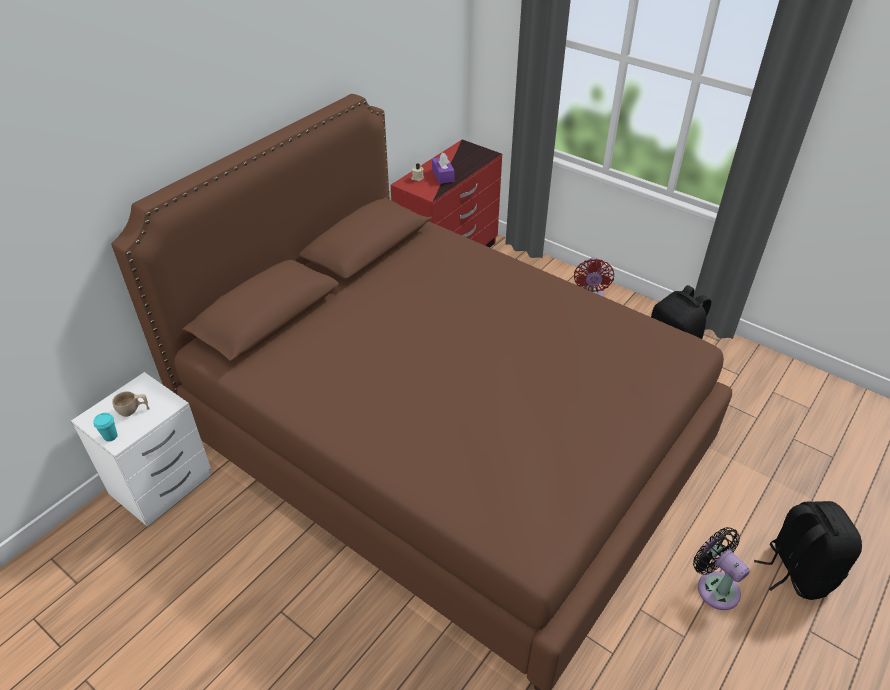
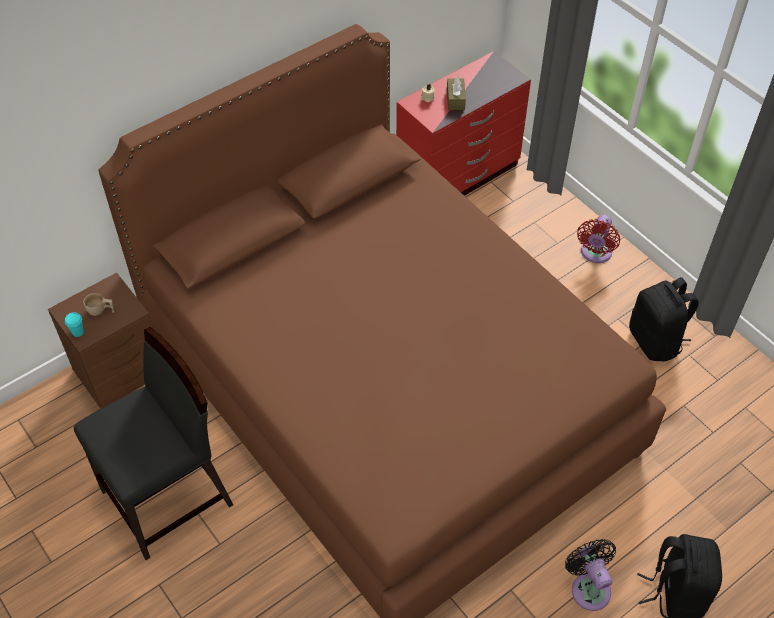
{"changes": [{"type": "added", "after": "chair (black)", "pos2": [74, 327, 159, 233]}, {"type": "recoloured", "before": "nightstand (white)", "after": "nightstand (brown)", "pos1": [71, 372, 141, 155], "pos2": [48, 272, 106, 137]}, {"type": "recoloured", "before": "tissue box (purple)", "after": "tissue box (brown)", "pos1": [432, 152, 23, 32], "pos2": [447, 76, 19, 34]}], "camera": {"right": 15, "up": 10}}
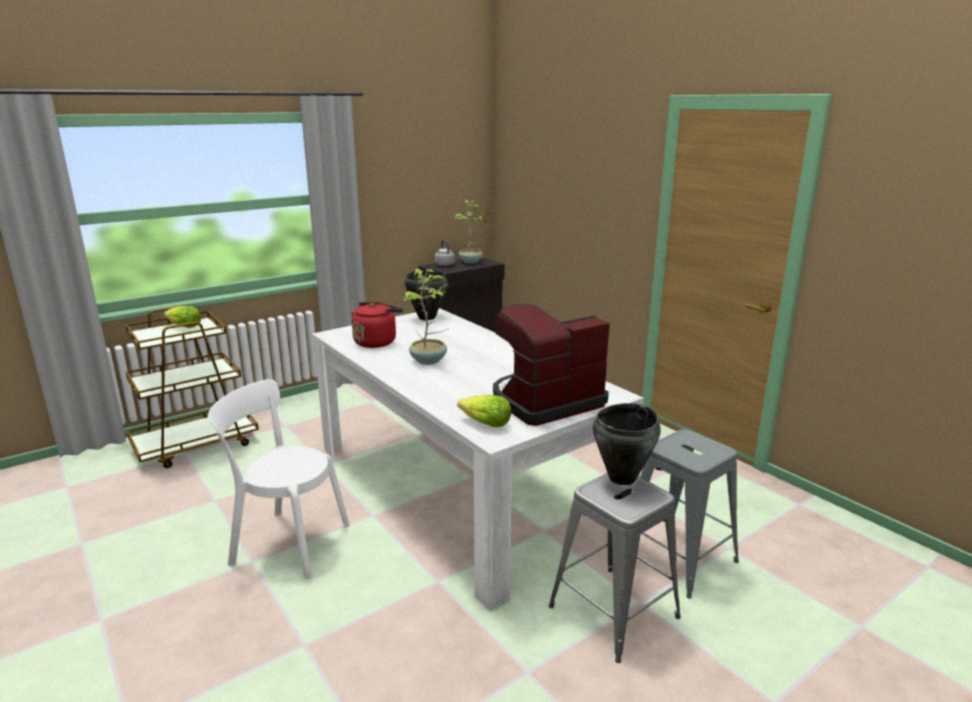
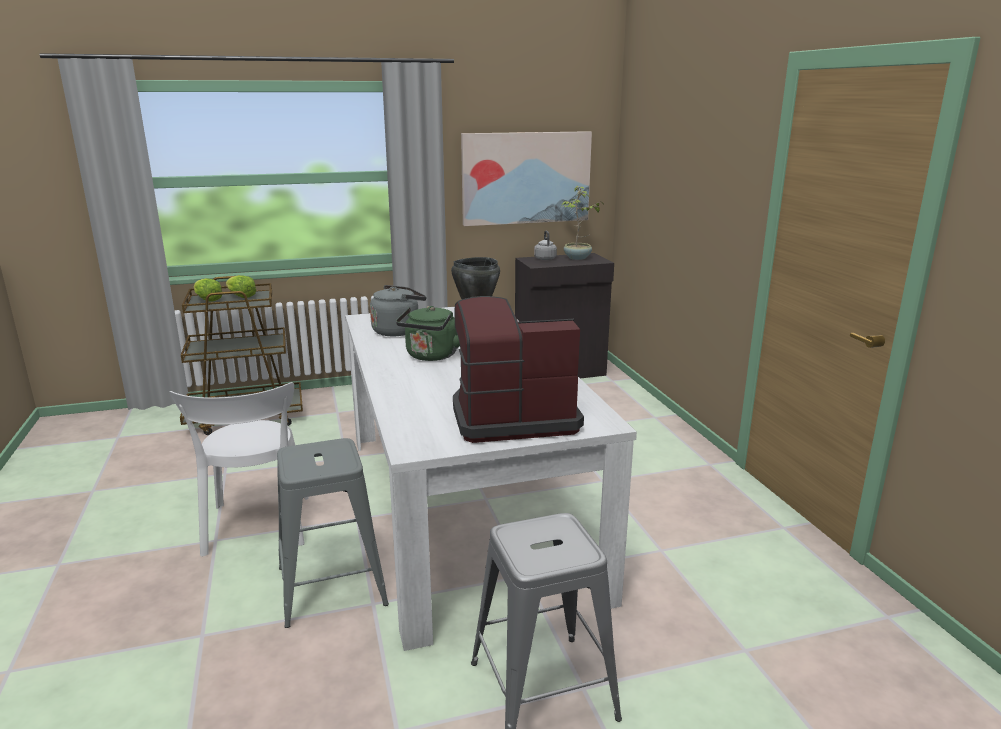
{"changes": [{"type": "removed", "before": "cooking pot (black)", "pos1": [593, 403, 68, 82]}, {"type": "added", "after": "picture", "pos2": [461, 131, 131, 95]}, {"type": "moved", "before": "lettuce", "pos1": [457, 395, 54, 32], "pos2": [194, 278, 28, 23]}, {"type": "moved", "before": "stool (grey)", "pos1": [641, 429, 98, 170], "pos2": [277, 438, 112, 190]}, {"type": "replaced", "before": "potted plant", "after": "kettle (green)", "pos1": [403, 269, 46, 96], "pos2": [396, 306, 64, 55]}, {"type": "recoloured", "before": "kettle (red)", "after": "kettle (grey)", "pos1": [351, 302, 52, 46], "pos2": [370, 285, 56, 51]}, {"type": "turned", "before": "chair (white)", "pos1": [208, 379, 141, 200], "pos2": [170, 382, 138, 175], "turn": -135}], "camera": {"right": 20, "up": 0}}
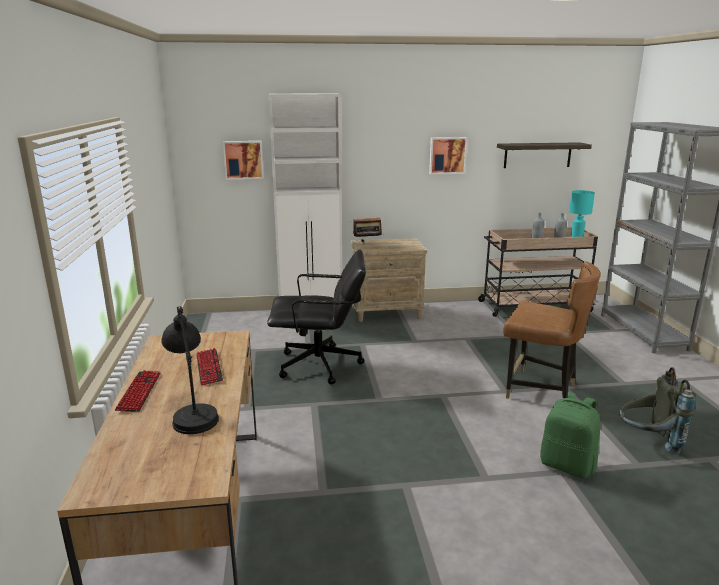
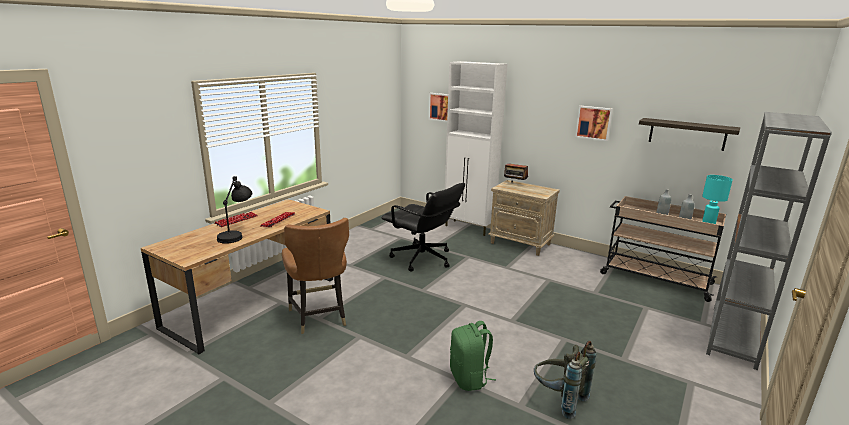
{"changes": [{"type": "moved", "before": "chair (brown)", "pos1": [503, 261, 98, 138], "pos2": [282, 218, 67, 116]}], "camera": {"right": 40, "up": 0}}
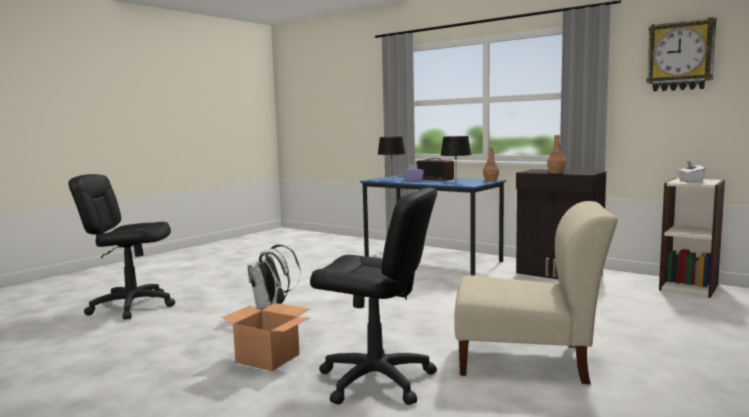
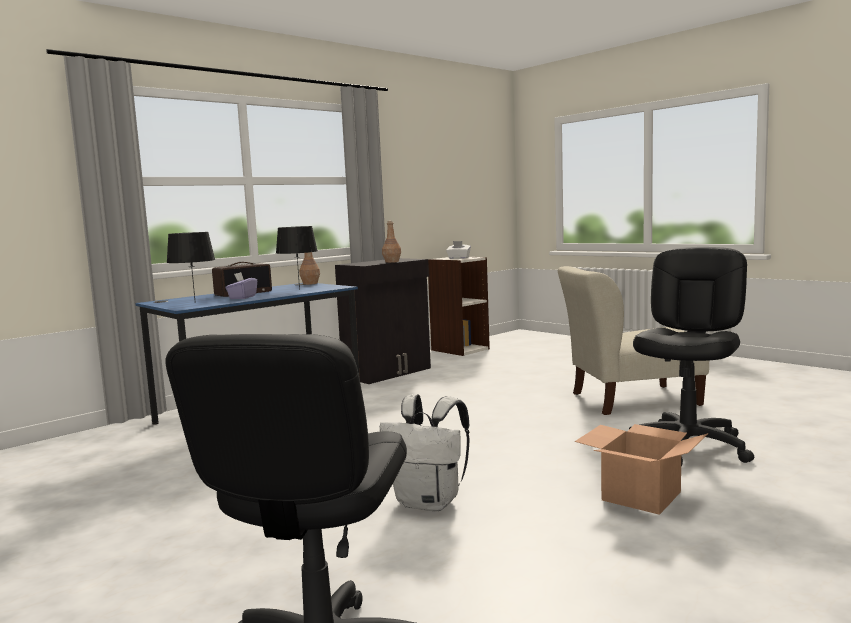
{"changes": [{"type": "removed", "before": "wall clock", "pos1": [646, 17, 70, 74]}, {"type": "turned", "before": "chair (beige)", "pos1": [454, 201, 163, 183], "pos2": [558, 266, 151, 149], "turn": -120}], "camera": {"right": -80, "up": 0}}
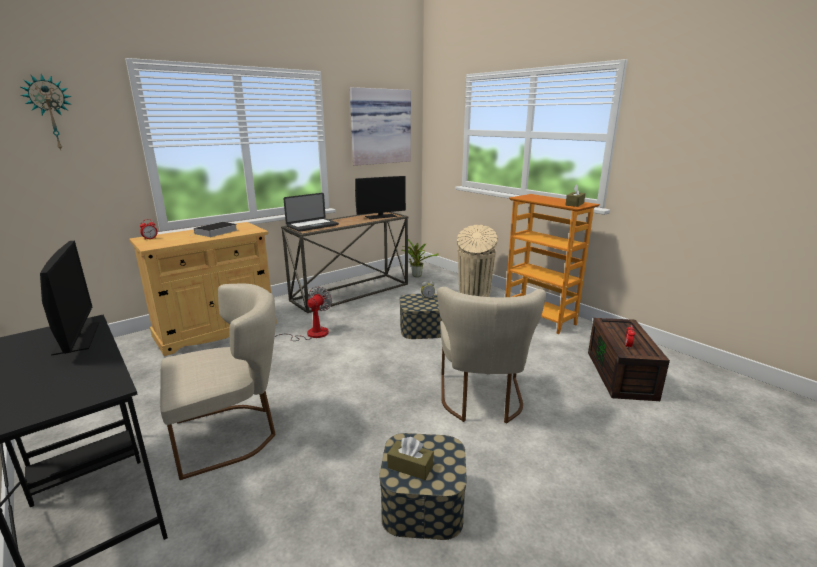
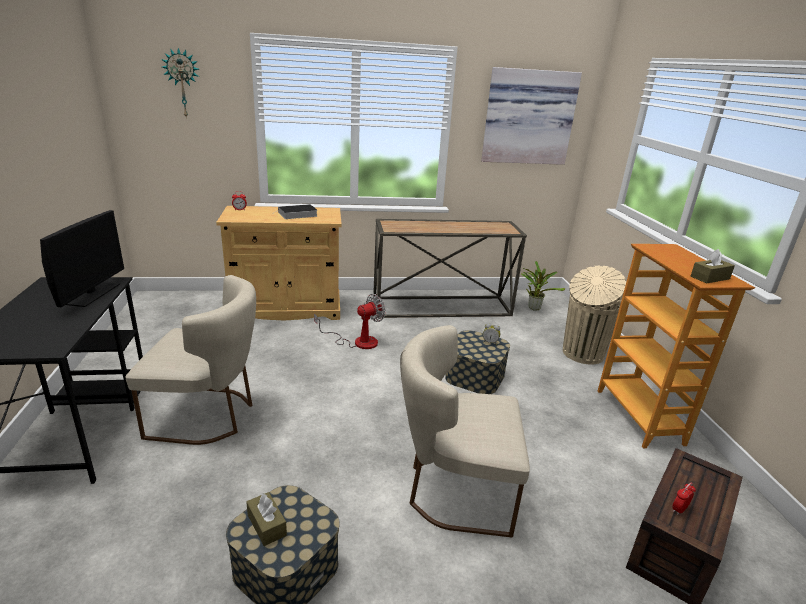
{"changes": [{"type": "removed", "before": "laptop", "pos1": [283, 193, 56, 39]}, {"type": "removed", "before": "monitor", "pos1": [355, 176, 51, 43]}, {"type": "turned", "before": "chair (beige)", "pos1": [437, 287, 109, 137], "pos2": [400, 325, 130, 212], "turn": 60}], "camera": {"right": 30, "up": 5}}
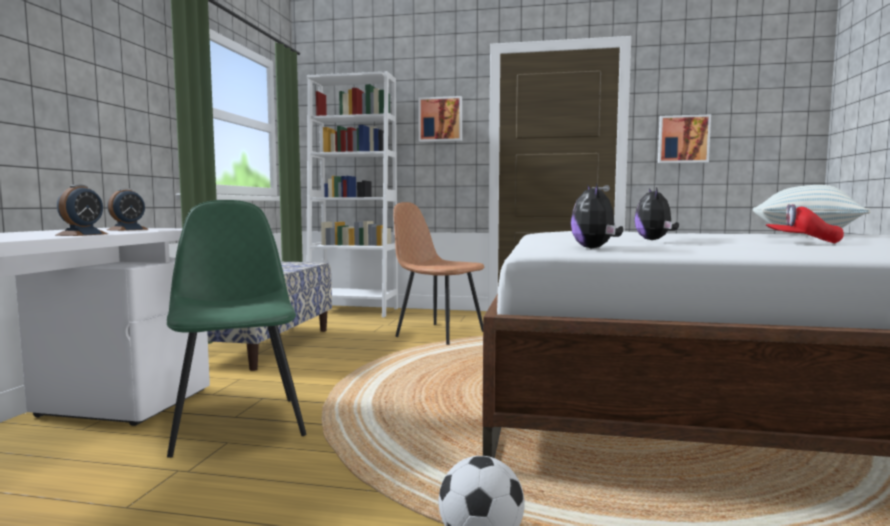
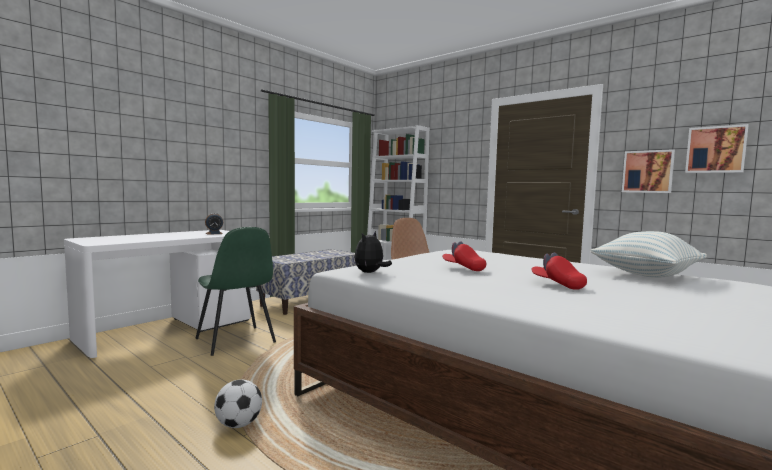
{"changes": [{"type": "removed", "before": "alarm clock", "pos1": [55, 184, 53, 52]}, {"type": "moved", "before": "picture", "pos1": [418, 96, 44, 46], "pos2": [685, 124, 64, 49]}, {"type": "replaced", "before": "plush toy", "after": "cap (red)", "pos1": [634, 187, 45, 53], "pos2": [442, 241, 44, 30]}, {"type": "turned", "before": "chair (green)", "pos1": [167, 200, 140, 258], "pos2": [195, 227, 81, 129], "turn": 135}], "camera": {"right": 30, "up": 0}}
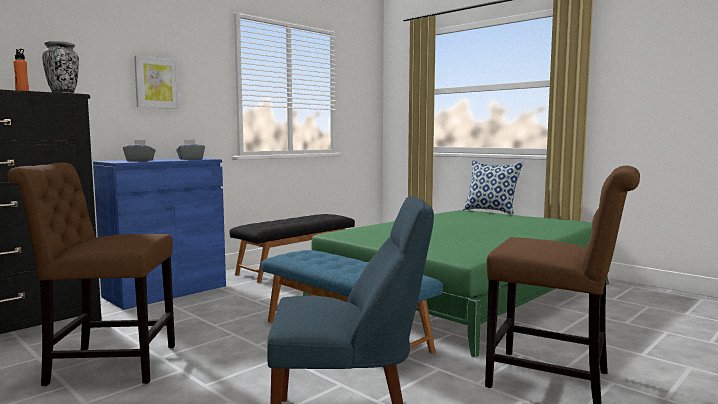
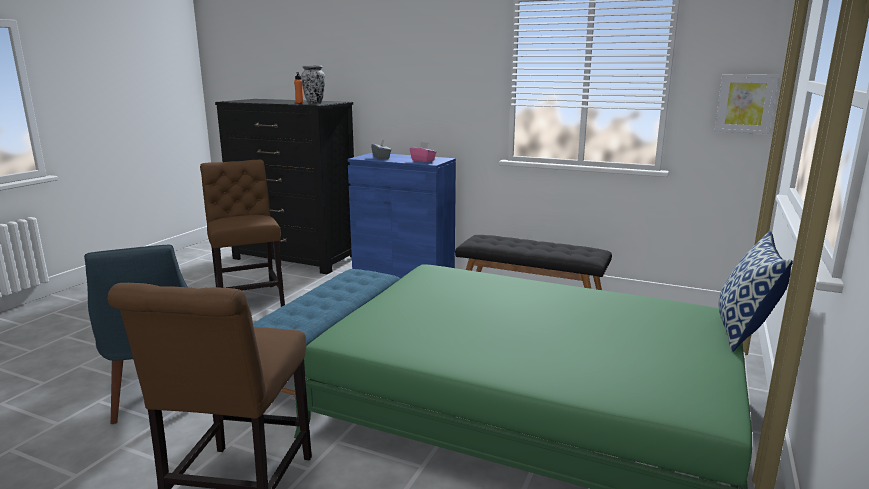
{"changes": [{"type": "moved", "before": "picture", "pos1": [134, 55, 46, 54], "pos2": [714, 74, 64, 60]}, {"type": "recoloured", "before": "tissue box (grey)", "after": "tissue box (pink)", "pos1": [176, 140, 29, 20], "pos2": [410, 142, 27, 20]}], "camera": {"right": 70, "up": 10}}
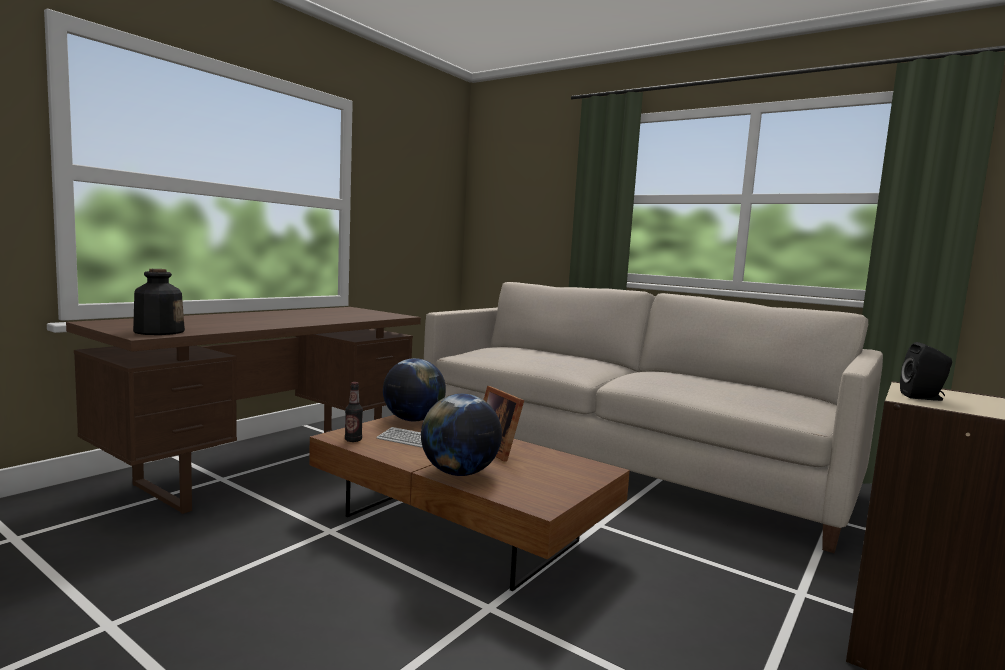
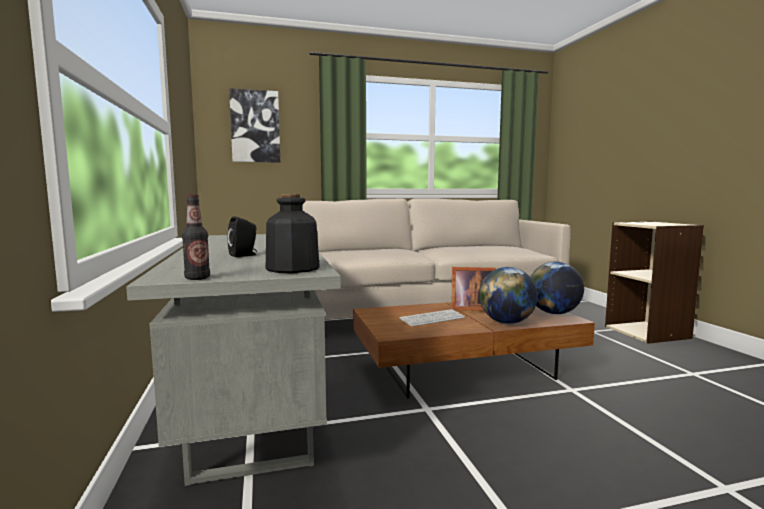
{"changes": [{"type": "added", "after": "picture", "pos2": [229, 88, 51, 75]}, {"type": "moved", "before": "bottle", "pos1": [345, 382, 18, 60], "pos2": [182, 194, 28, 86]}, {"type": "moved", "before": "globe", "pos1": [383, 358, 63, 64], "pos2": [531, 262, 53, 52]}, {"type": "moved", "before": "speaker (black)", "pos1": [900, 342, 52, 59], "pos2": [227, 217, 30, 40]}, {"type": "recoloured", "before": "desk (brown)", "after": "desk (grey)", "pos1": [66, 307, 355, 207], "pos2": [126, 234, 215, 252]}], "camera": {"right": -50, "up": 0}}
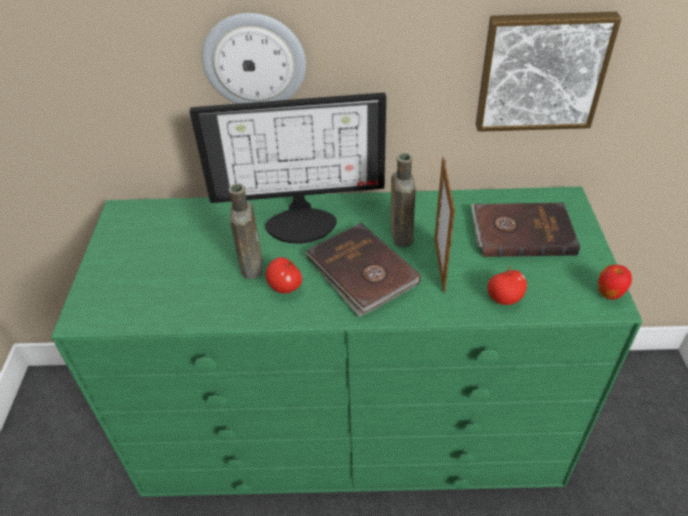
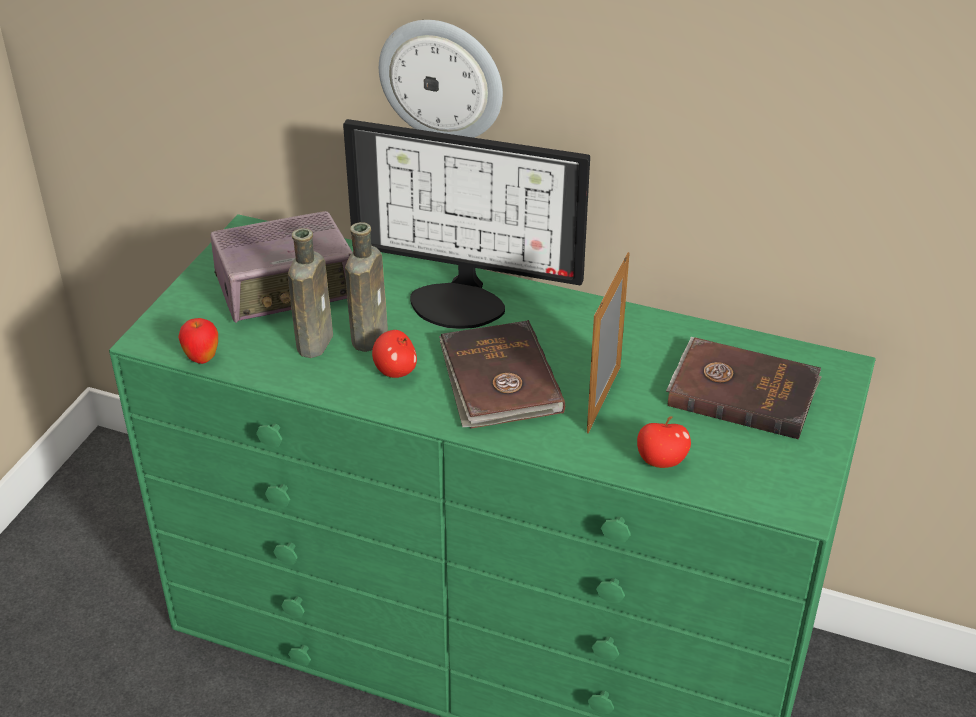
{"changes": [{"type": "removed", "before": "picture", "pos1": [476, 12, 146, 120]}, {"type": "added", "after": "radio", "pos2": [211, 211, 141, 112]}, {"type": "moved", "before": "bottle (brown)", "pos1": [390, 153, 26, 94], "pos2": [288, 228, 45, 130]}, {"type": "moved", "before": "apple", "pos1": [598, 265, 34, 34], "pos2": [178, 318, 40, 46]}], "camera": {"right": 20, "up": -5}}
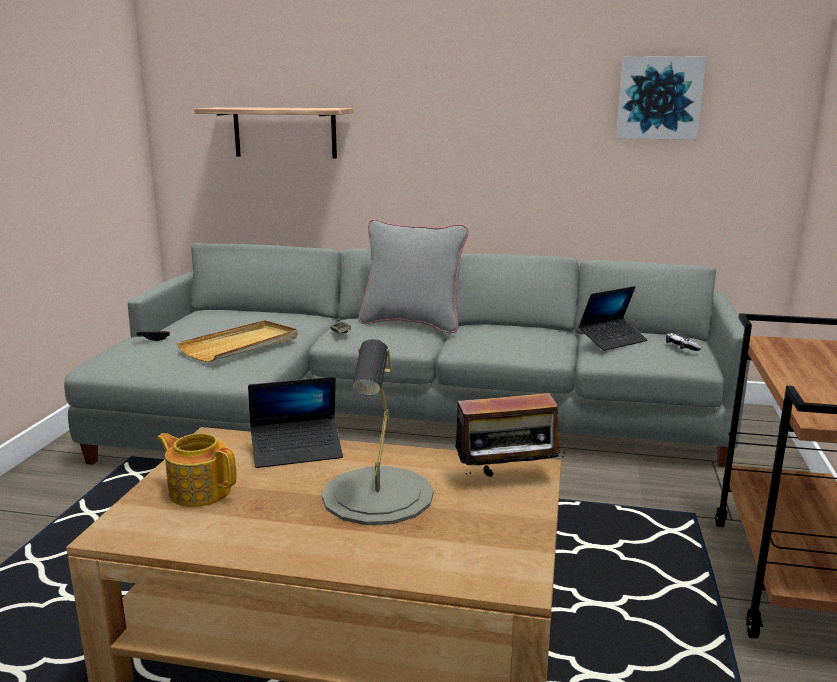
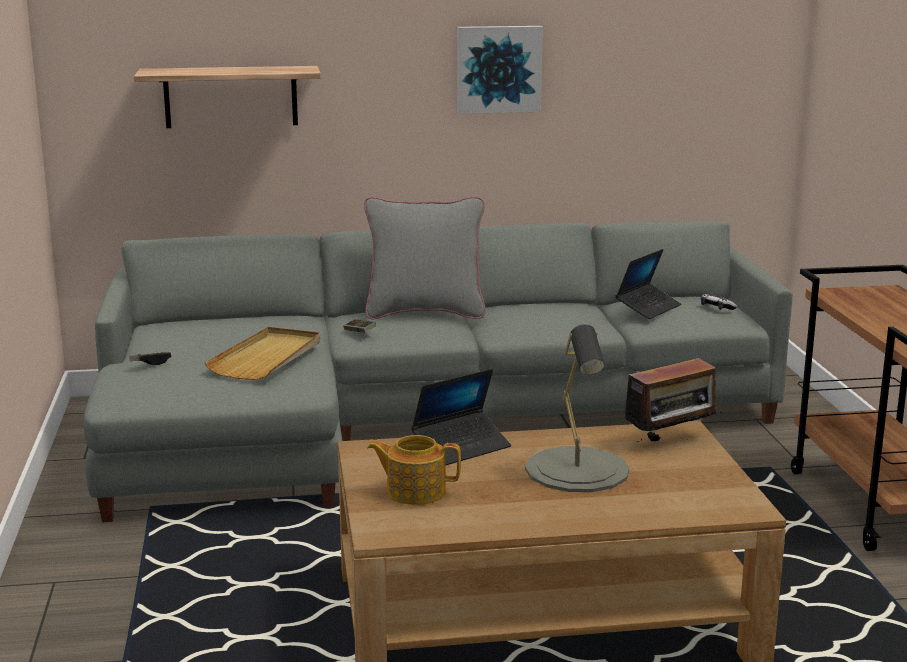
{"changes": [{"type": "moved", "before": "picture", "pos1": [616, 56, 90, 84], "pos2": [457, 26, 86, 88]}], "camera": {"right": -20, "up": 0}}
